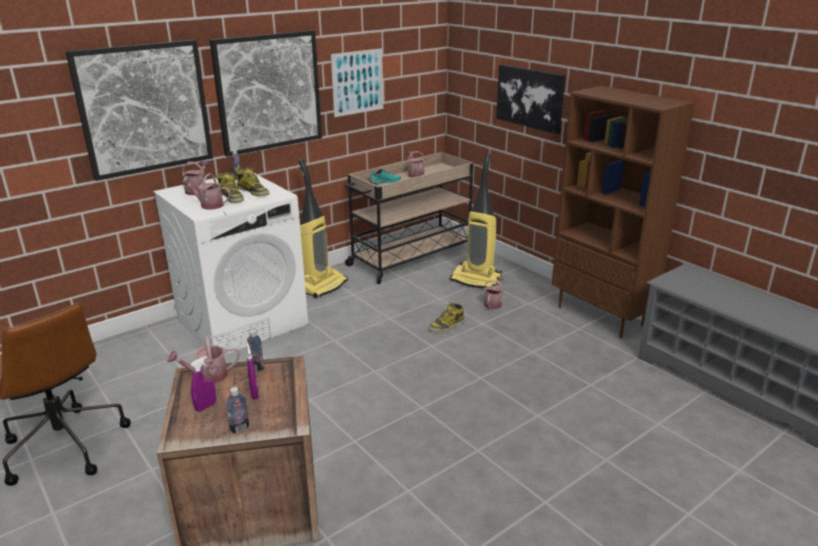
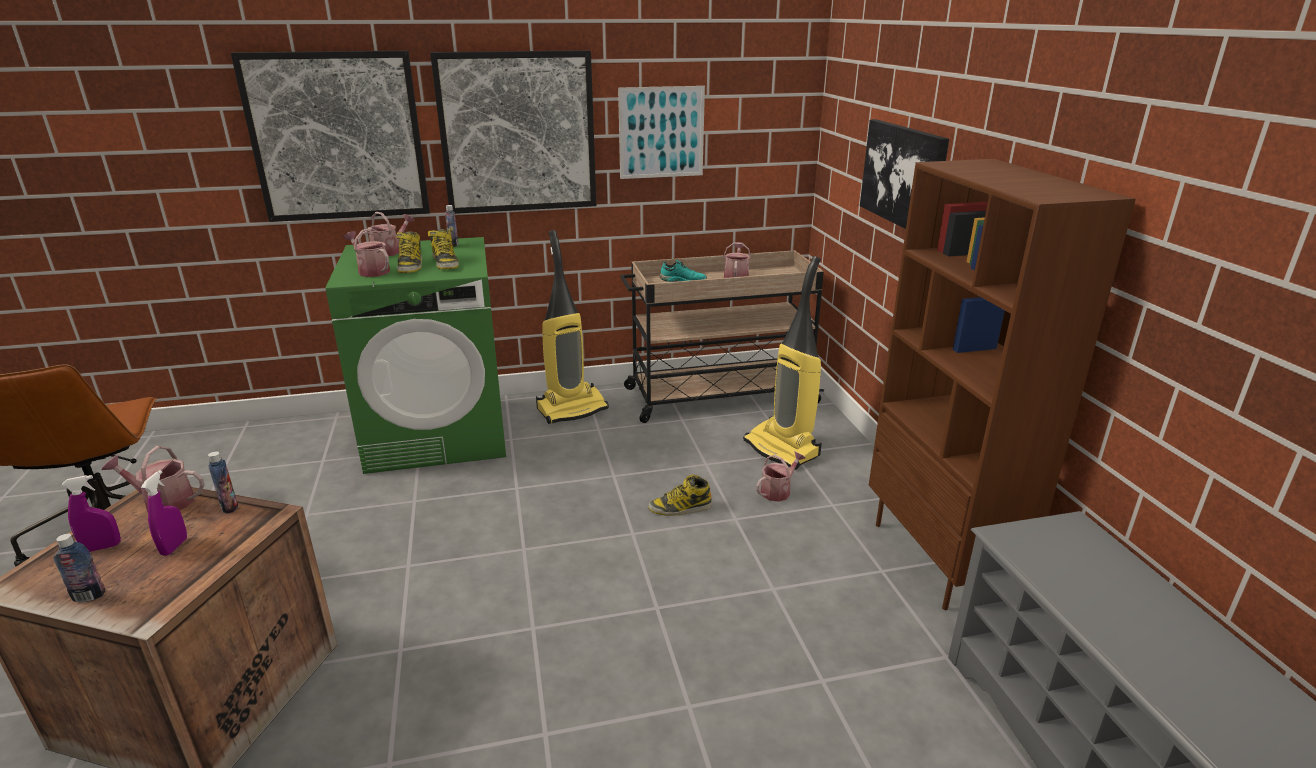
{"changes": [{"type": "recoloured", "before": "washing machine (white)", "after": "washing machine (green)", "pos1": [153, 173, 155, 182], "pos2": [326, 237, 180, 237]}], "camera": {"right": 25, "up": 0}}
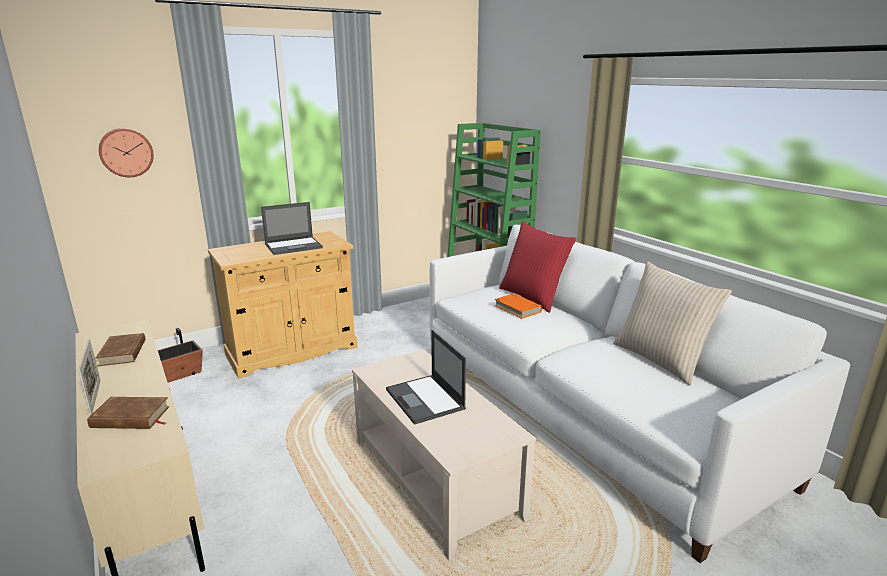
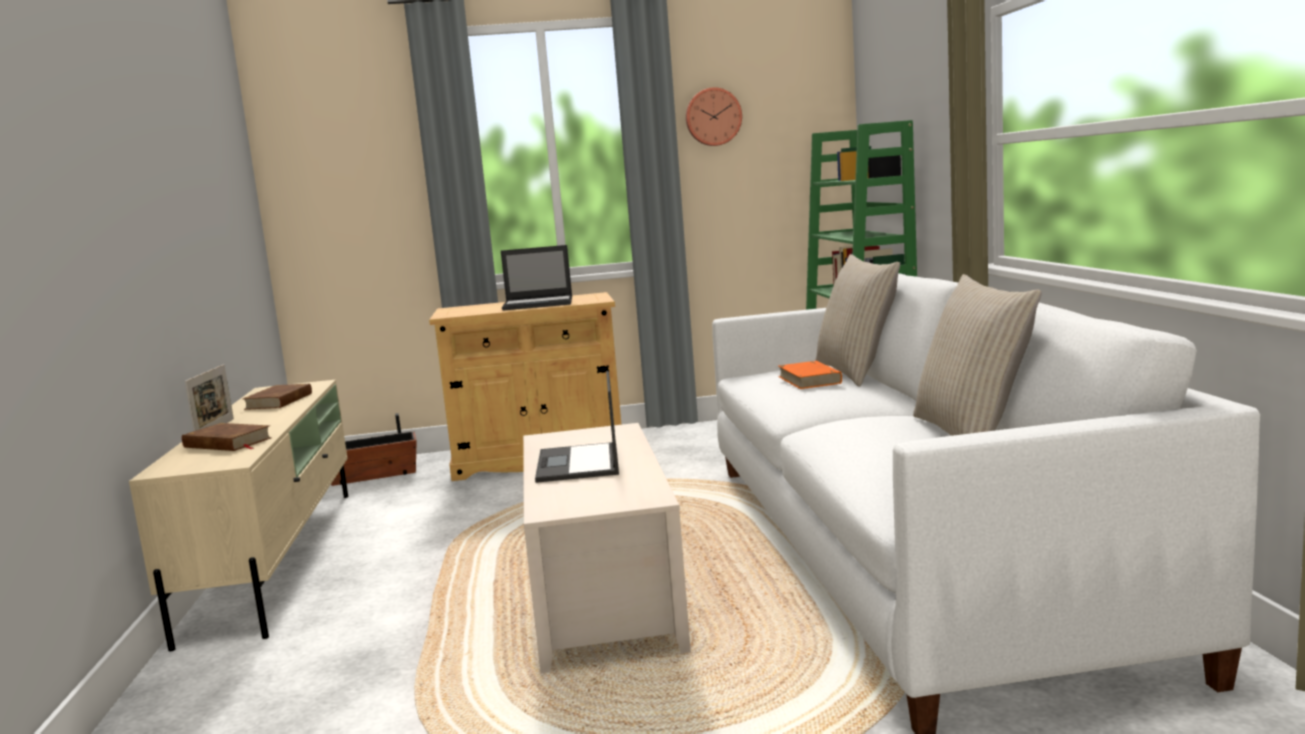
{"changes": [{"type": "moved", "before": "wall clock", "pos1": [99, 128, 55, 49], "pos2": [686, 87, 56, 59]}, {"type": "recoloured", "before": "pillow (red)", "after": "pillow (beige)", "pos1": [499, 221, 77, 92], "pos2": [815, 254, 85, 132]}], "camera": {"right": 25, "up": -10}}
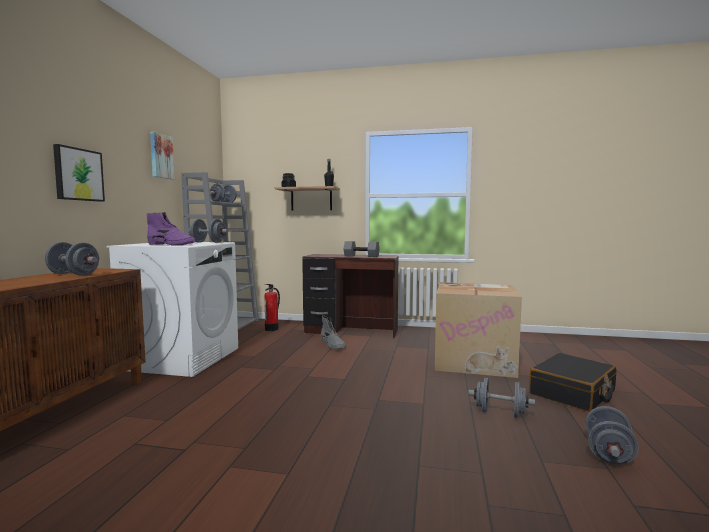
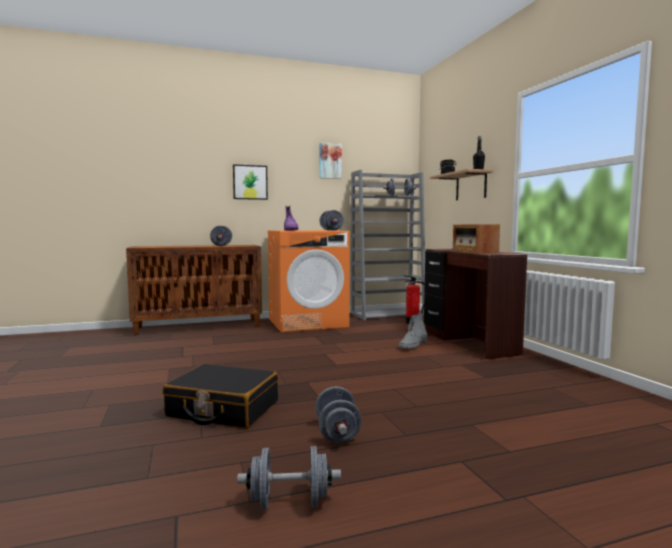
{"changes": [{"type": "removed", "before": "cardboard box", "pos1": [435, 282, 87, 96]}, {"type": "moved", "before": "suitcase (black)", "pos1": [529, 353, 87, 59], "pos2": [163, 364, 115, 65]}, {"type": "replaced", "before": "dumbbell (grey)", "after": "radio", "pos1": [344, 241, 36, 16], "pos2": [453, 224, 47, 30]}, {"type": "recoloured", "before": "washing machine (white)", "after": "washing machine (orange)", "pos1": [107, 242, 131, 135], "pos2": [267, 230, 83, 102]}], "camera": {"right": 60, "up": 0}}
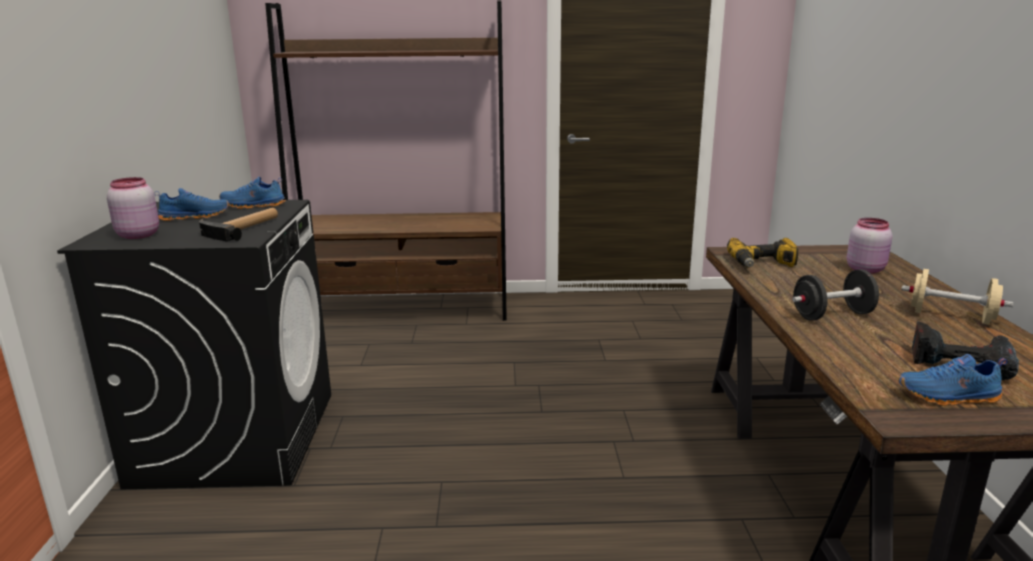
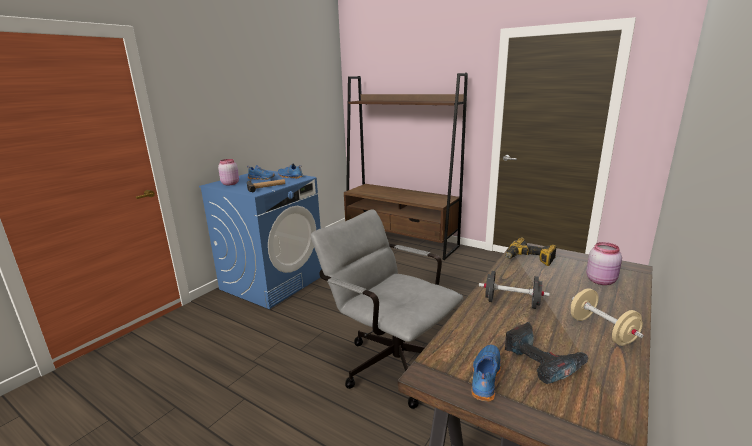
{"changes": [{"type": "added", "after": "office chair (grey)", "pos2": [311, 209, 152, 200]}, {"type": "recoloured", "before": "washing machine (black)", "after": "washing machine (blue)", "pos1": [57, 200, 274, 289], "pos2": [199, 170, 123, 139]}, {"type": "turned", "before": "shoe (blue)", "pos1": [898, 354, 110, 52], "pos2": [472, 345, 29, 57], "turn": 75}], "camera": {"right": 35, "up": 0}}
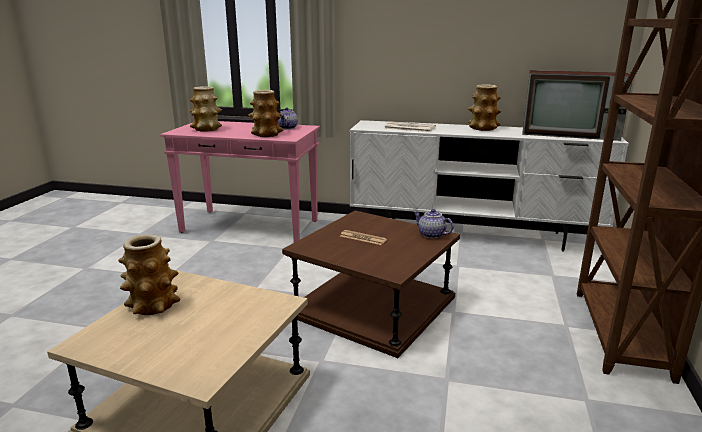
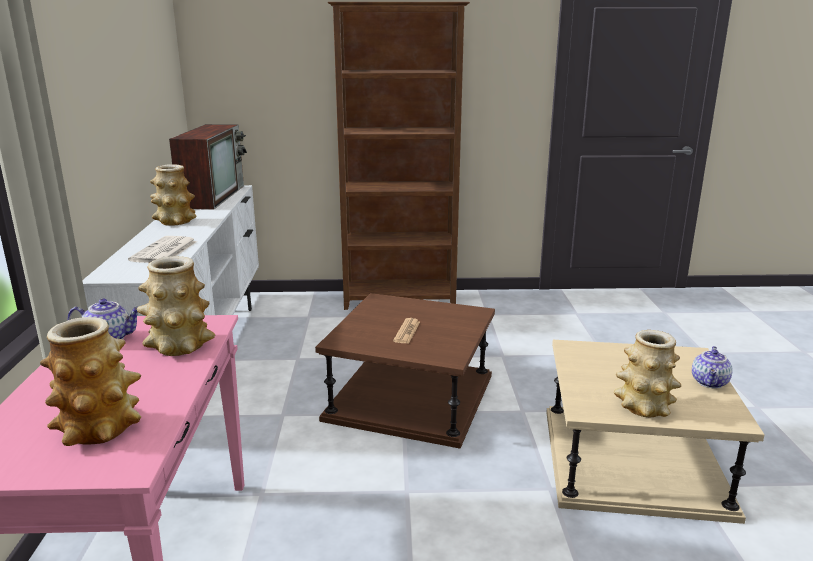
{"changes": [{"type": "moved", "before": "teapot", "pos1": [413, 209, 41, 30], "pos2": [692, 346, 41, 43]}], "camera": {"right": -105, "up": 0}}
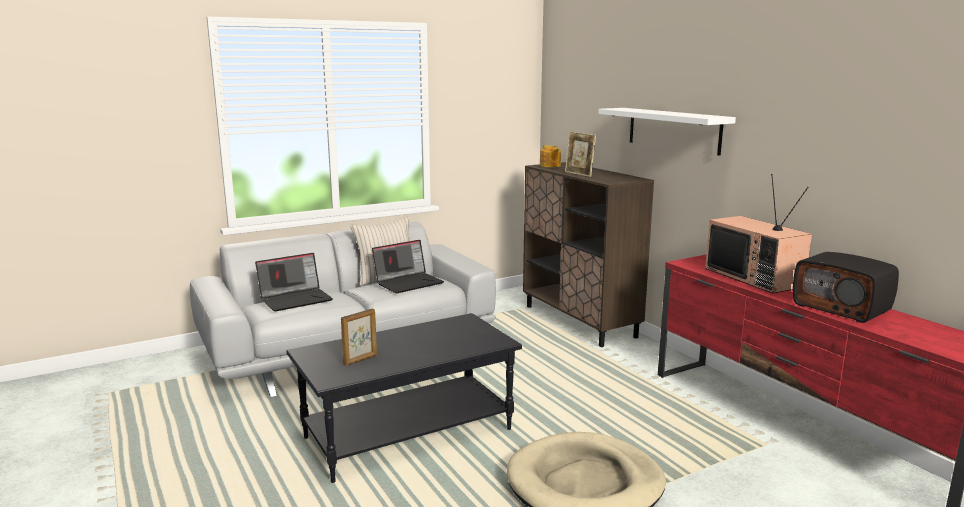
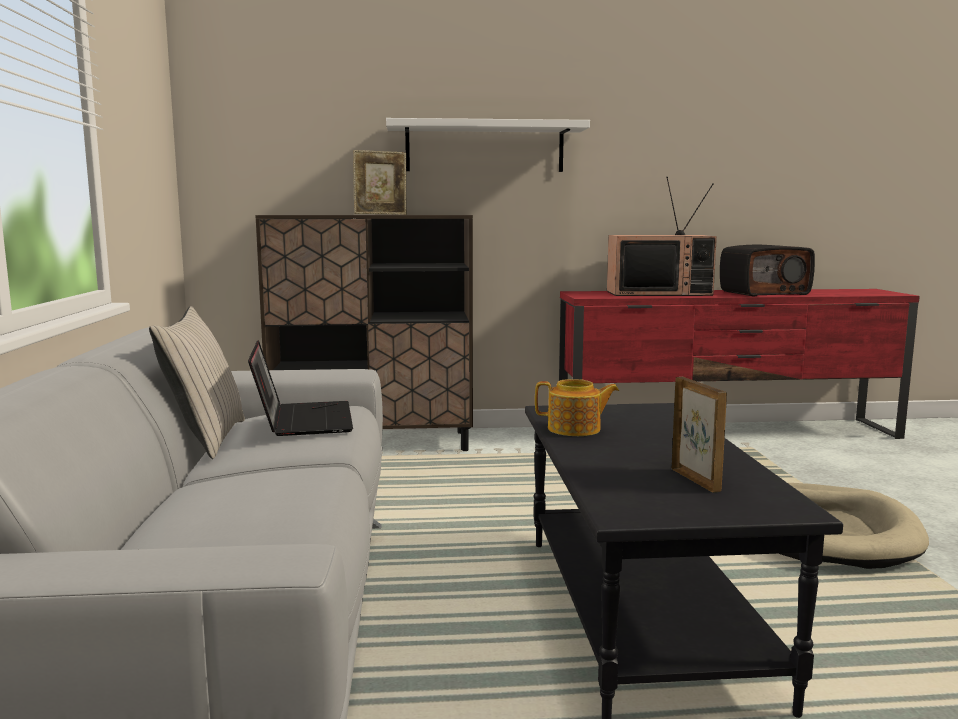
{"changes": [{"type": "removed", "before": "laptop", "pos1": [255, 253, 78, 59]}, {"type": "moved", "before": "teapot", "pos1": [540, 145, 21, 22], "pos2": [535, 379, 84, 57]}], "camera": {"right": -65, "up": -5}}
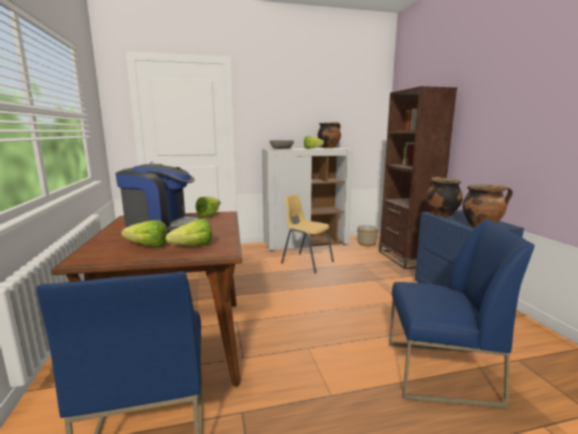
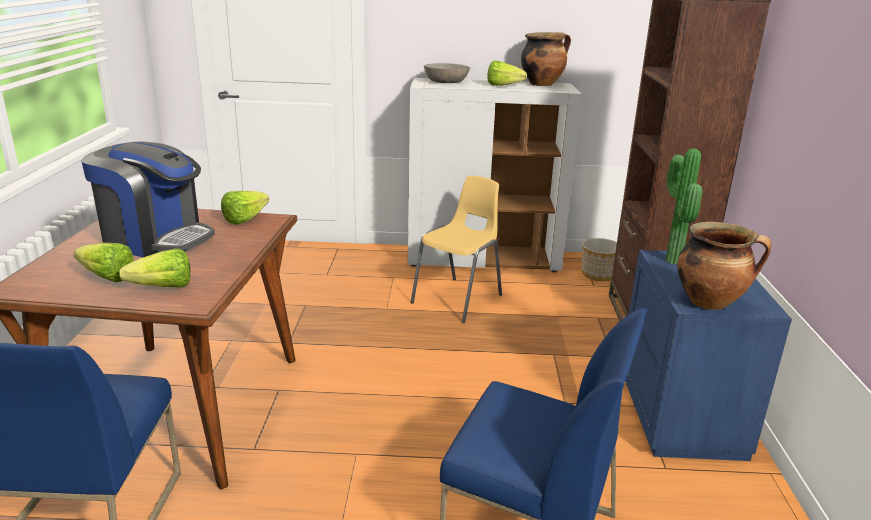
{"changes": [{"type": "replaced", "before": "cooking pot", "after": "potted plant", "pos1": [426, 177, 37, 40], "pos2": [665, 148, 38, 116]}, {"type": "turned", "before": "chair (yellow)", "pos1": [281, 195, 53, 78], "pos2": [410, 176, 92, 147], "turn": 75}], "camera": {"right": 15, "up": 10}}
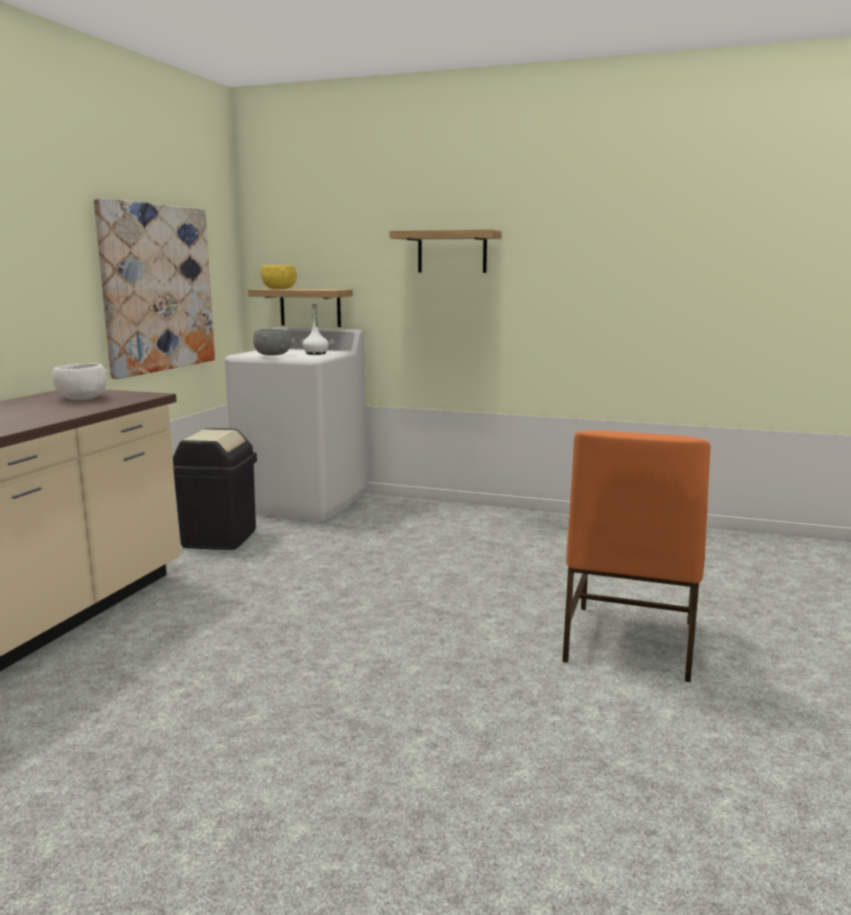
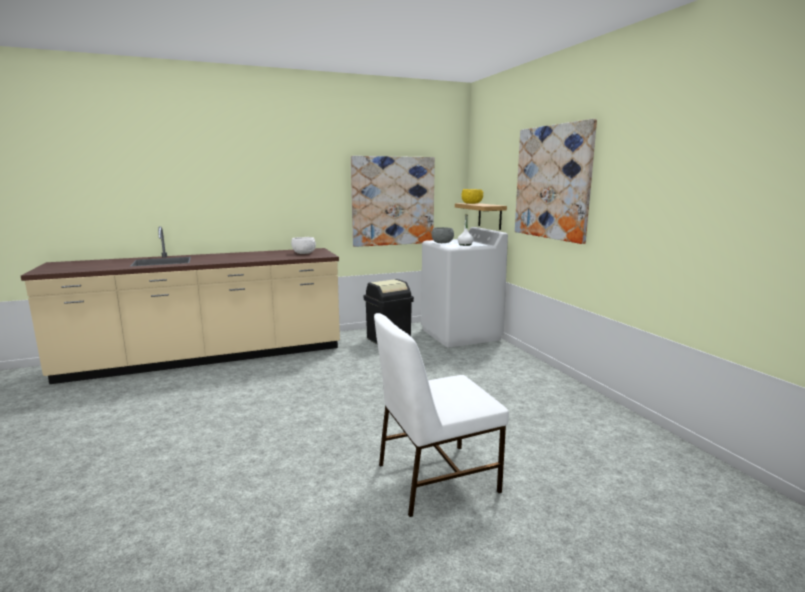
{"changes": [{"type": "replaced", "before": "shelf", "after": "picture", "pos1": [390, 229, 112, 44], "pos2": [515, 119, 82, 125]}, {"type": "recoloured", "before": "chair (orange)", "after": "chair (white)", "pos1": [562, 430, 149, 252], "pos2": [374, 313, 135, 204]}], "camera": {"right": 50, "up": 0}}
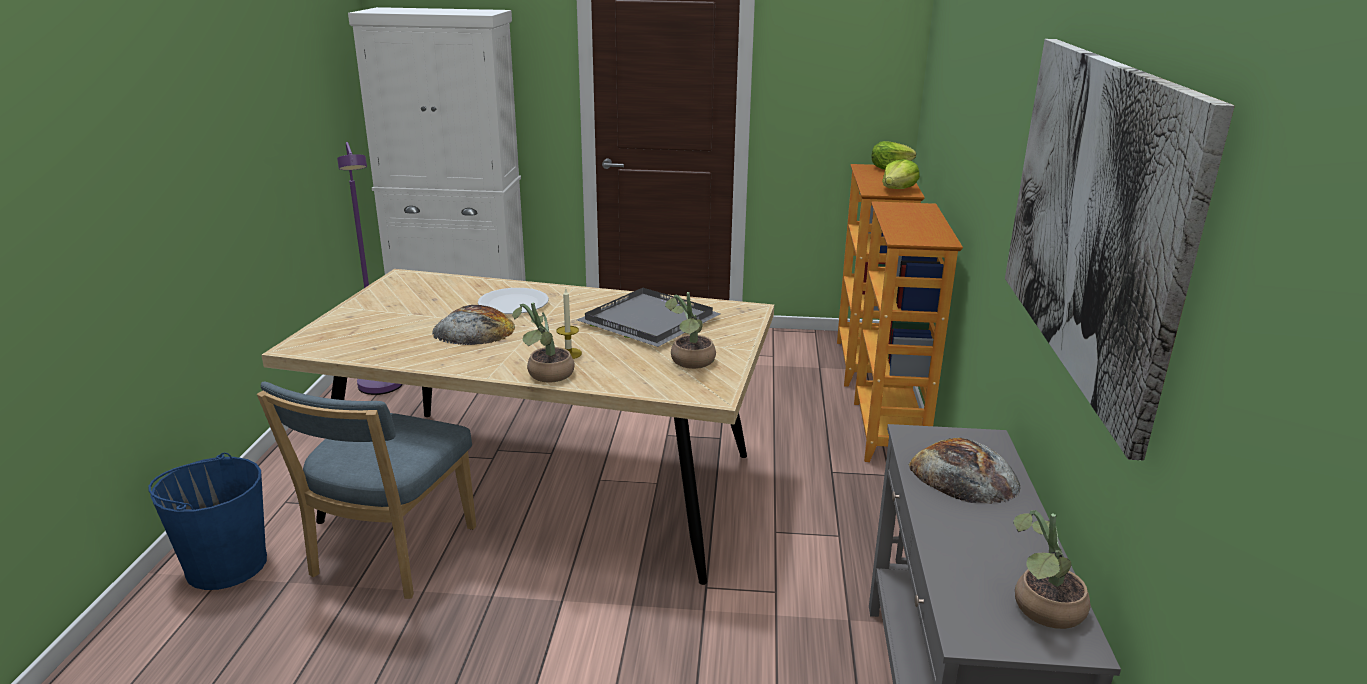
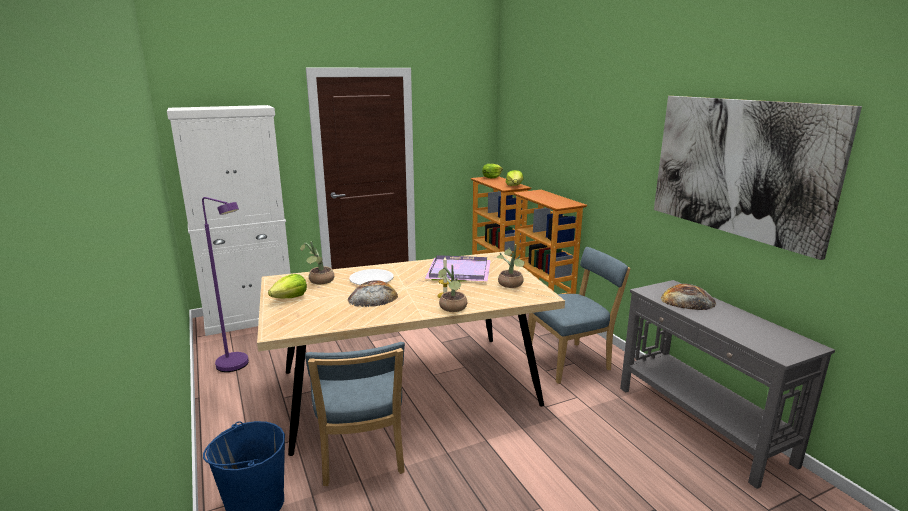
{"changes": [{"type": "added", "after": "lettuce", "pos2": [268, 274, 39, 25]}, {"type": "added", "after": "chair (blue)", "pos2": [526, 247, 105, 137]}, {"type": "moved", "before": "potted plant", "pos1": [1013, 510, 78, 119], "pos2": [300, 241, 34, 43]}, {"type": "recoloured", "before": "tray (grey)", "after": "tray (purple)", "pos1": [577, 288, 144, 59], "pos2": [425, 255, 66, 26]}], "camera": {"right": -30, "up": -5}}
